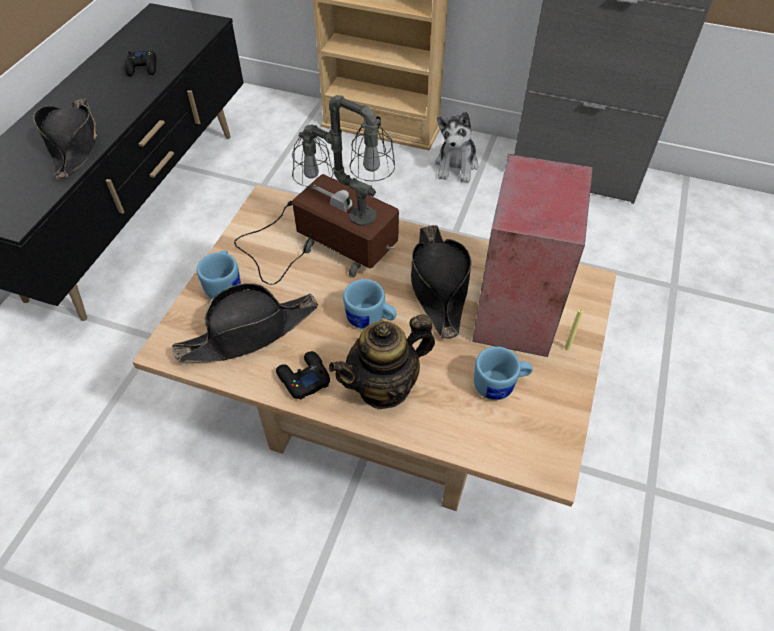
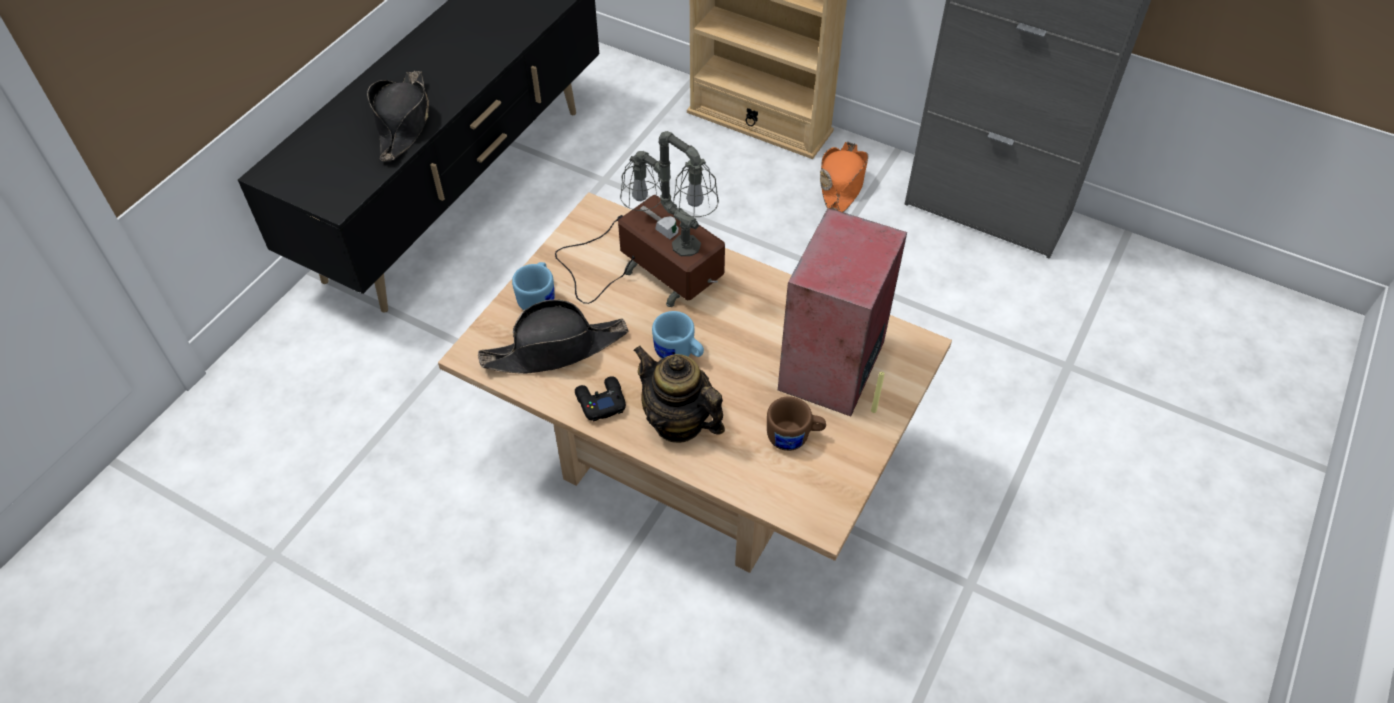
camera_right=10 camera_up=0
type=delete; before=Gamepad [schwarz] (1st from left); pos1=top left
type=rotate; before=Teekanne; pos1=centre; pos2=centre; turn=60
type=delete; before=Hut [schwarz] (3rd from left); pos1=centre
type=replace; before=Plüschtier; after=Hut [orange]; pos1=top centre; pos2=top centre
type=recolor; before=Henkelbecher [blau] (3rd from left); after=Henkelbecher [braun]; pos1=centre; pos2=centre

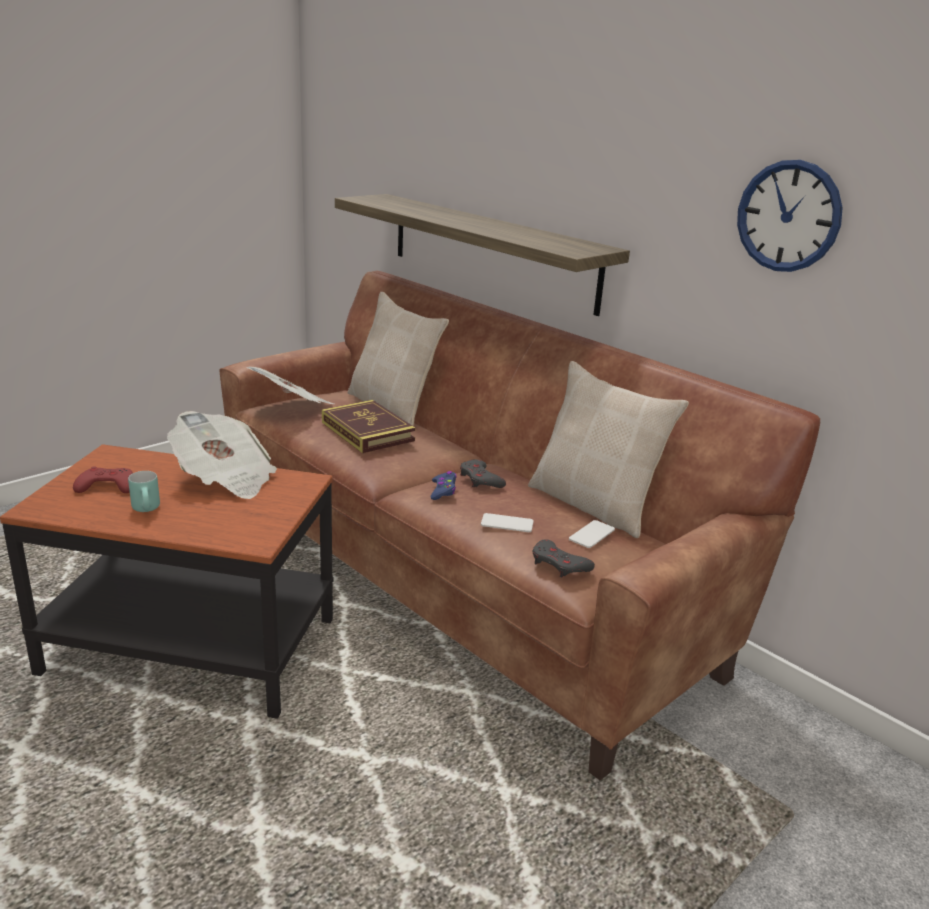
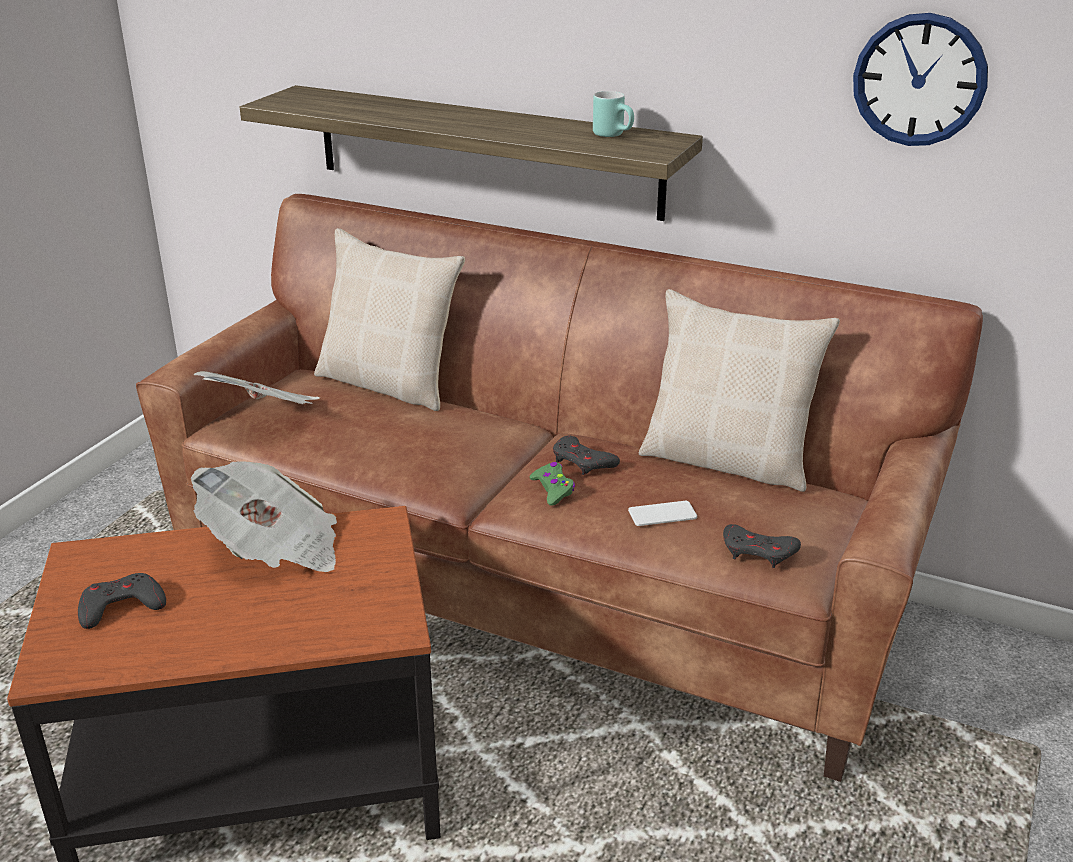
camera_right=-20 camera_up=5
type=recolor; before=Gamepad [rot]; after=Gamepad [grau] (1st from left); pos1=middle left; pos2=bottom left
type=move; before=Henkelbecher [türkis]; pos1=middle left; pos2=top centre
type=delete; before=Buch; pos1=centre
type=recolor; before=Gamepad [blau]; after=Gamepad [grün]; pos1=centre; pos2=centre
type=delete; before=Handy (2nd from left); pos1=centre

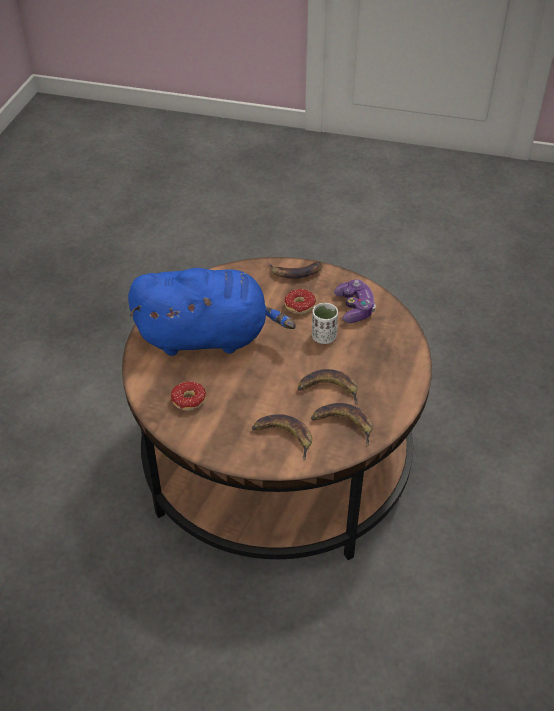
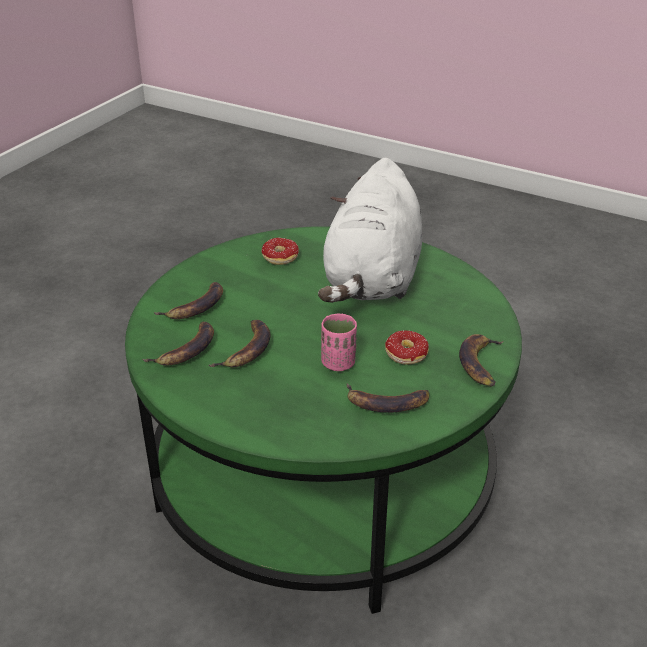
camera_right=105 camera_up=-10
type=recolor; before=Couchtisch [braun]; after=Couchtisch [grün]; pos1=centre; pos2=centre
type=recolor; before=Plüschtier [blau]; after=Plüschtier [weiß]; pos1=centre; pos2=centre
type=recolor; before=Tasse [weiß]; after=Tasse [rosa]; pos1=centre; pos2=centre
type=replace; before=Gamepad; after=Banane (4th from left); pos1=centre; pos2=centre

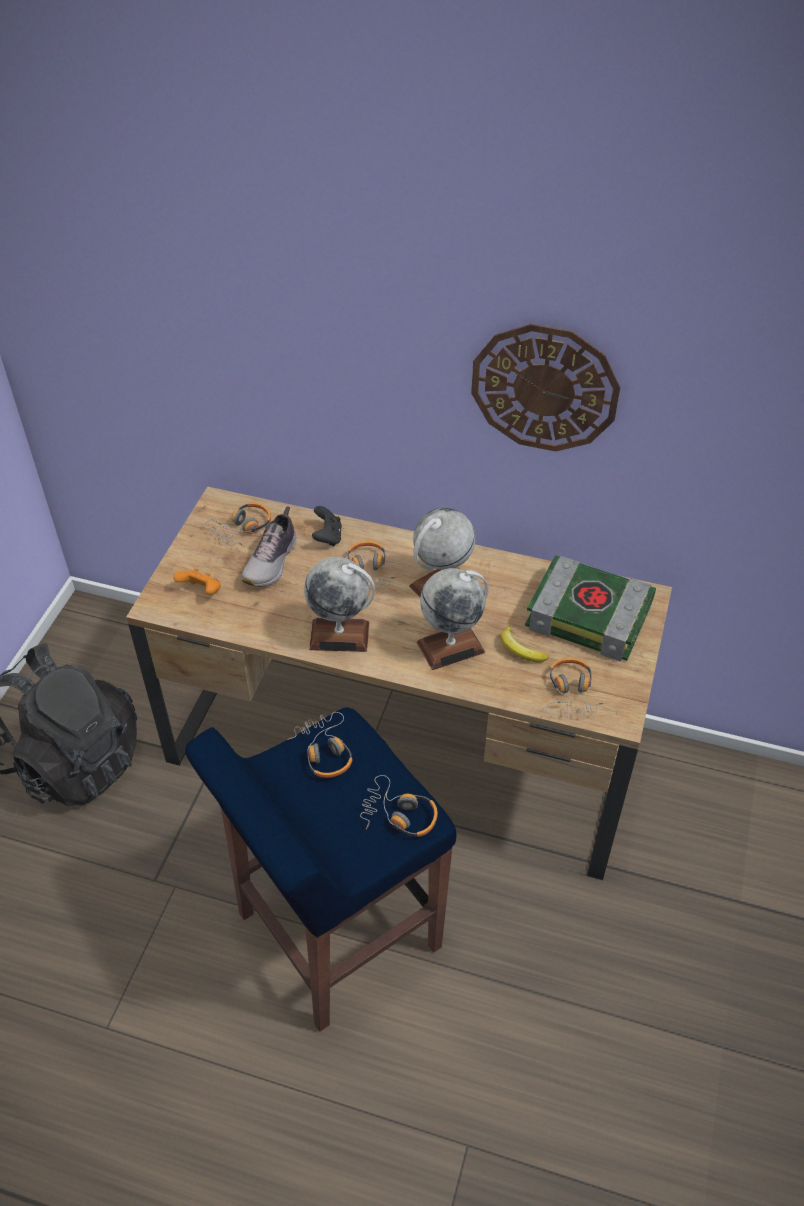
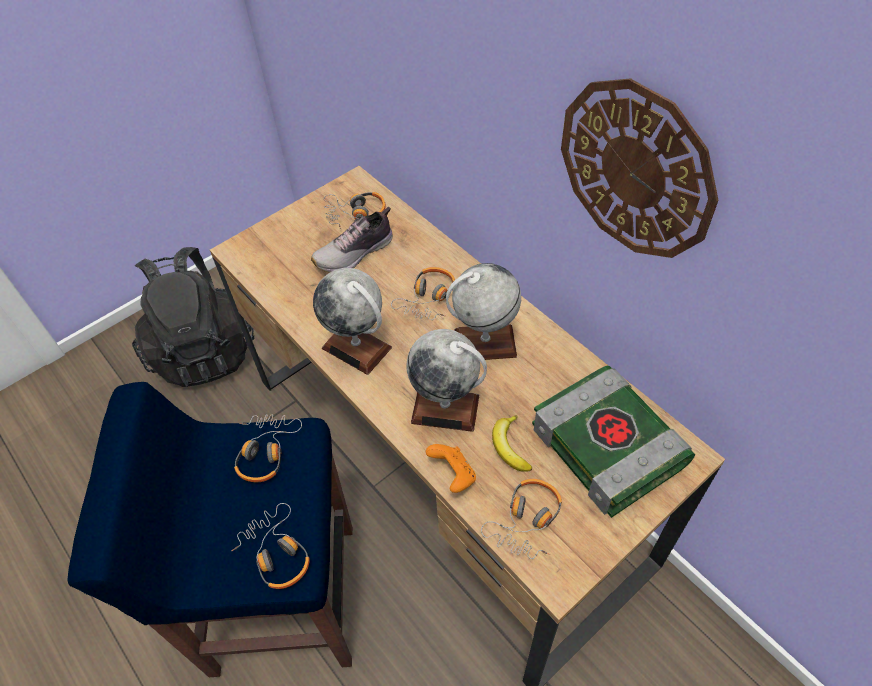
camera_right=35 camera_up=5
type=move; before=Gamepad [orange]; pos1=middle left; pos2=bottom centre
type=delete; before=Gamepad [schwarz]; pos1=centre

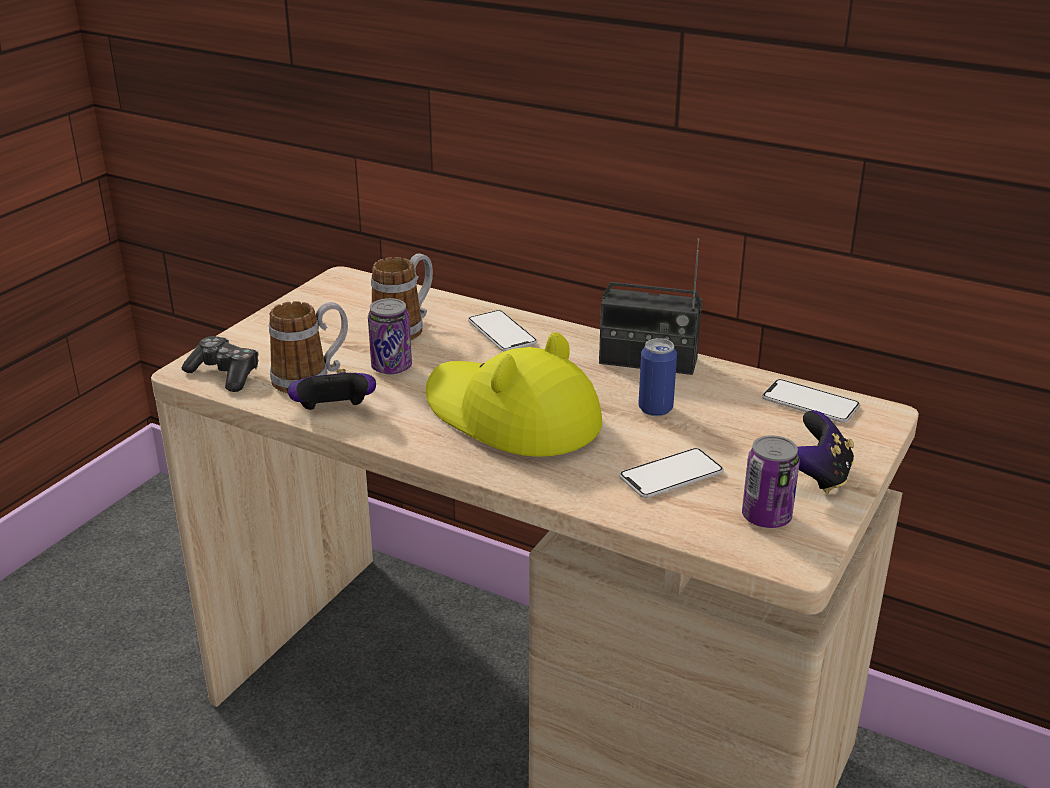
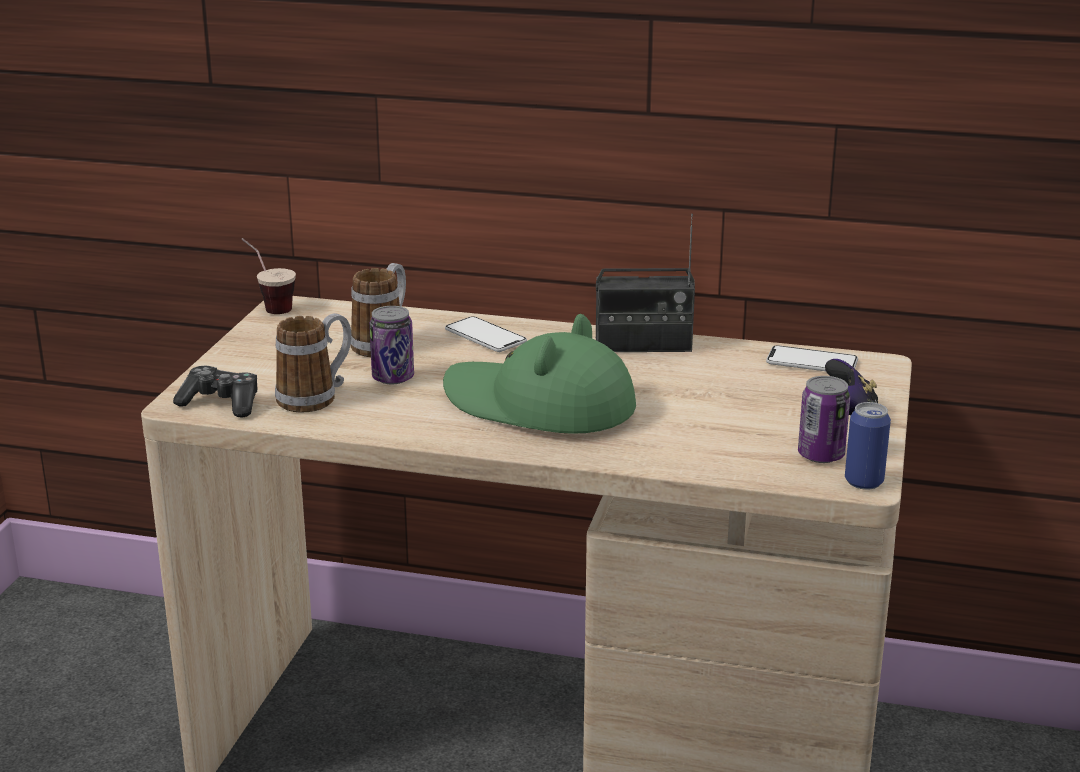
camera_right=-15 camera_up=-5
type=delete; before=Gamepad (2nd from left); pos1=middle left
type=recolor; before=Hut [gelb]; after=Hut [grün]; pos1=centre; pos2=centre
type=delete; before=Handy (2nd from left); pos1=centre
type=move; before=Dose (2nd from left in the first image); after=Dose (3rd from left); pos1=centre; pos2=middle right
type=insert; after=Tasse; pos2=middle left

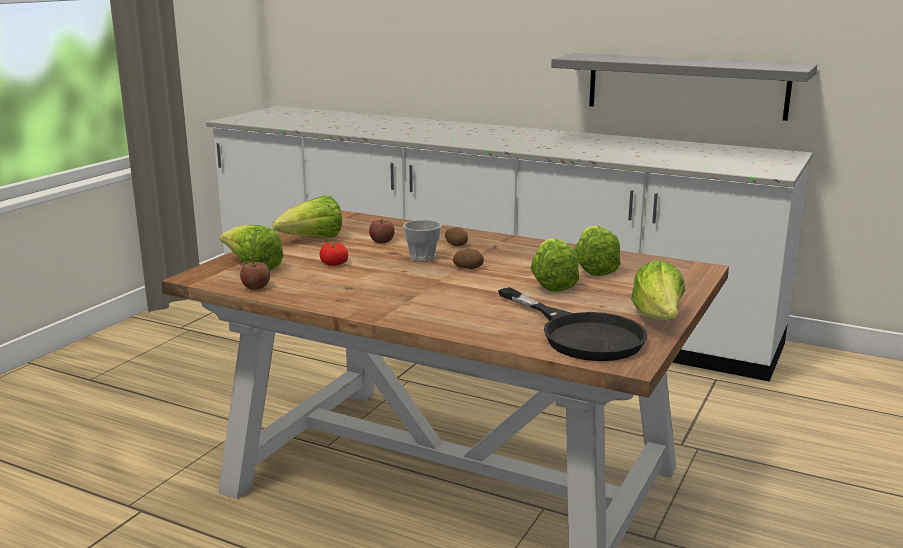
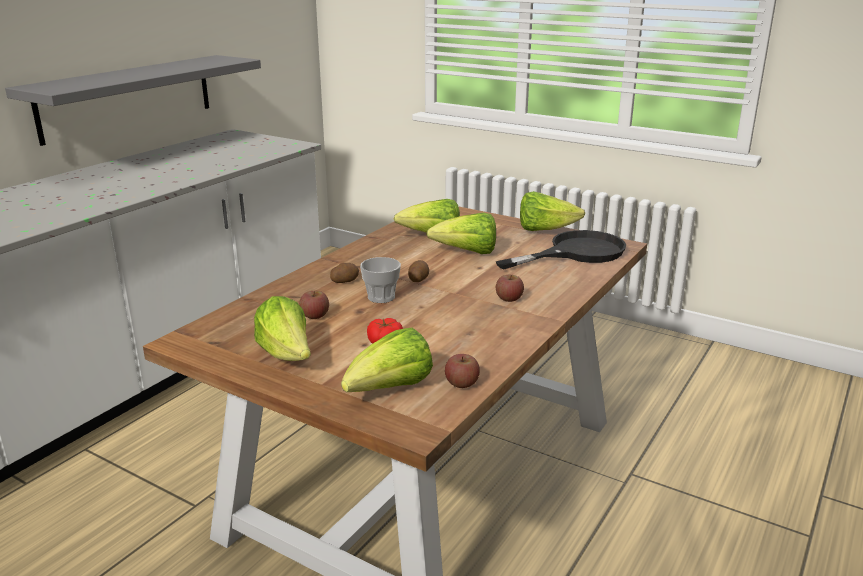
camera_right=-85 camera_up=5
type=insert; after=Apfel (3rd from left); pos2=centre

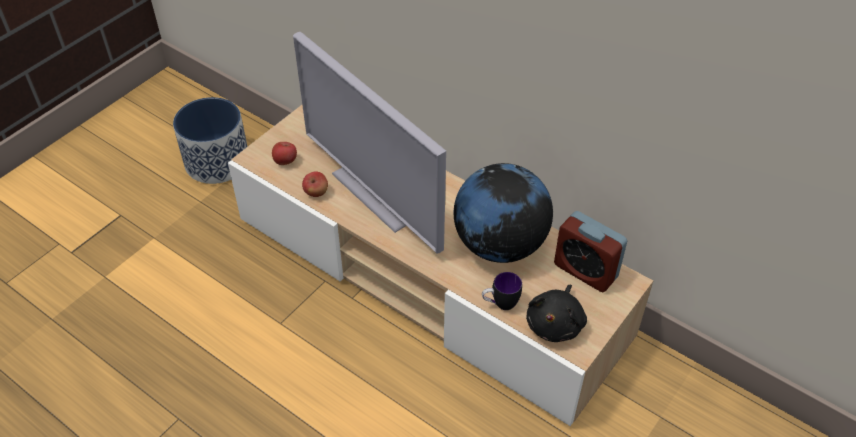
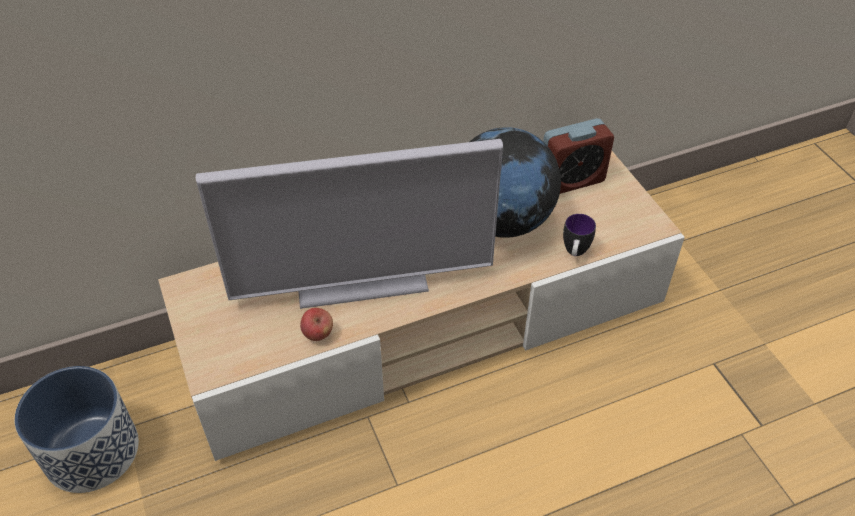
camera_right=-60 camera_up=0
type=delete; before=Apfel (1st from left); pos1=middle left
type=delete; before=Plüschtier [schwarz]; pos1=bottom centre

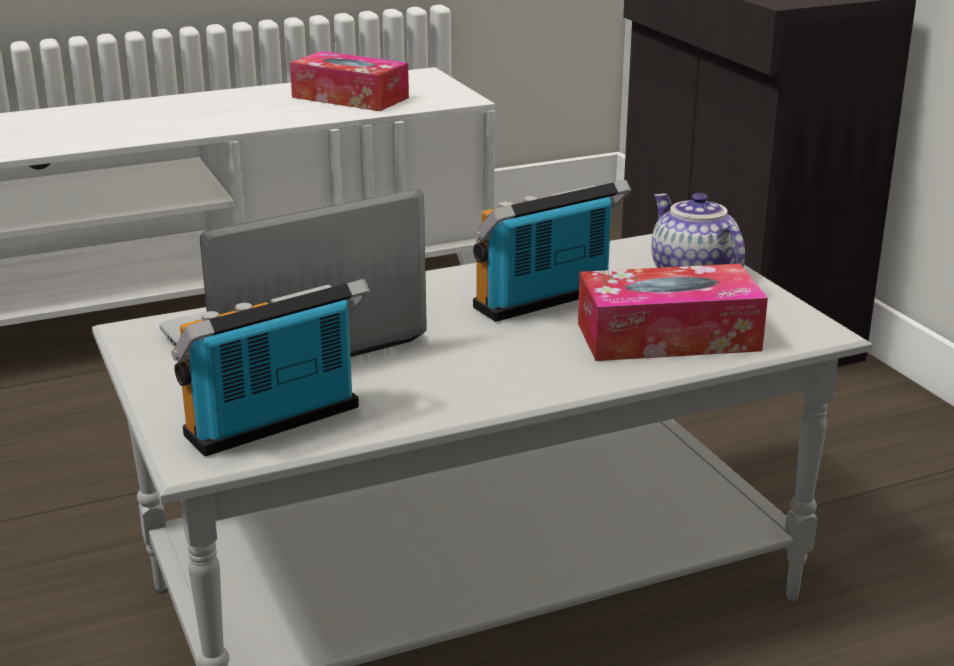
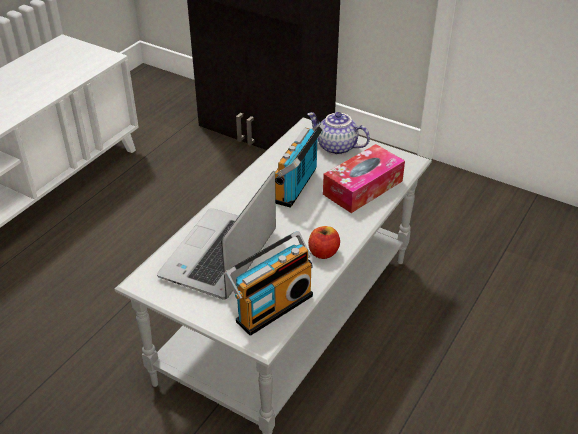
camera_right=-35 camera_up=15
type=rotate; before=Radio (1st from left); pos1=middle left; pos2=centre; turn=-150
type=delete; before=Taschentuchbox (1st from left); pos1=top centre
type=insert; after=Apfel; pos2=centre

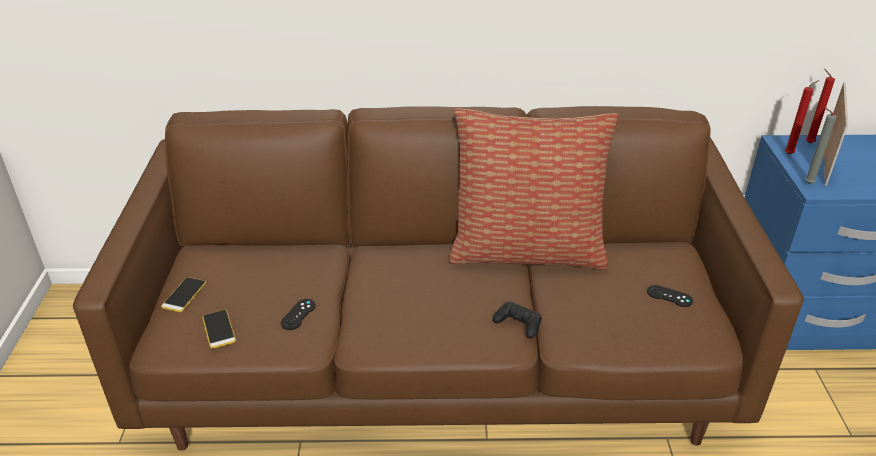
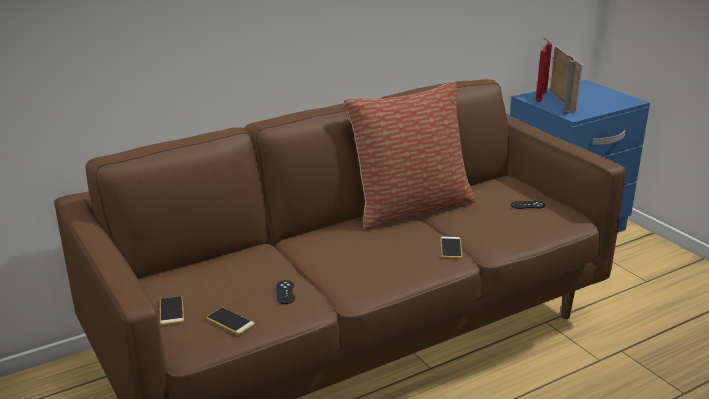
camera_right=-30 camera_up=-10
type=replace; before=Gamepad [schwarz] (2nd from left); after=Handy (3rd from left); pos1=bottom centre; pos2=centre

